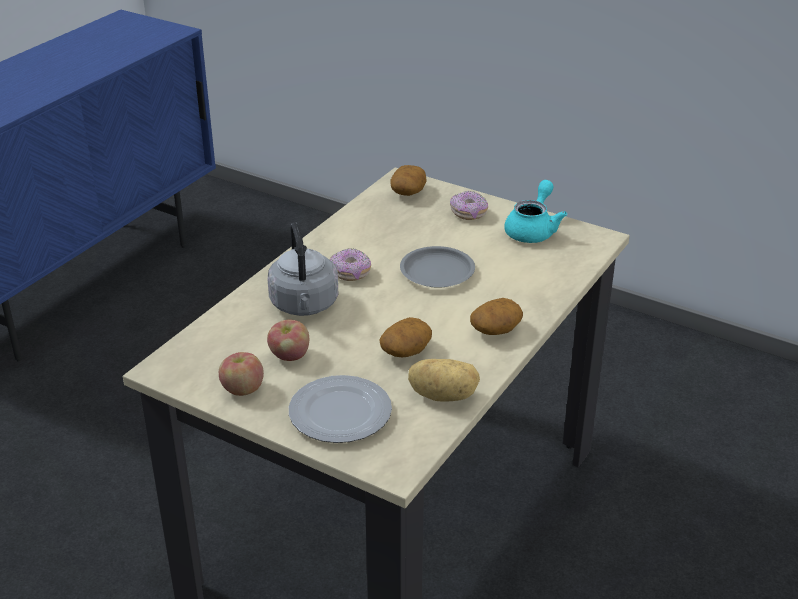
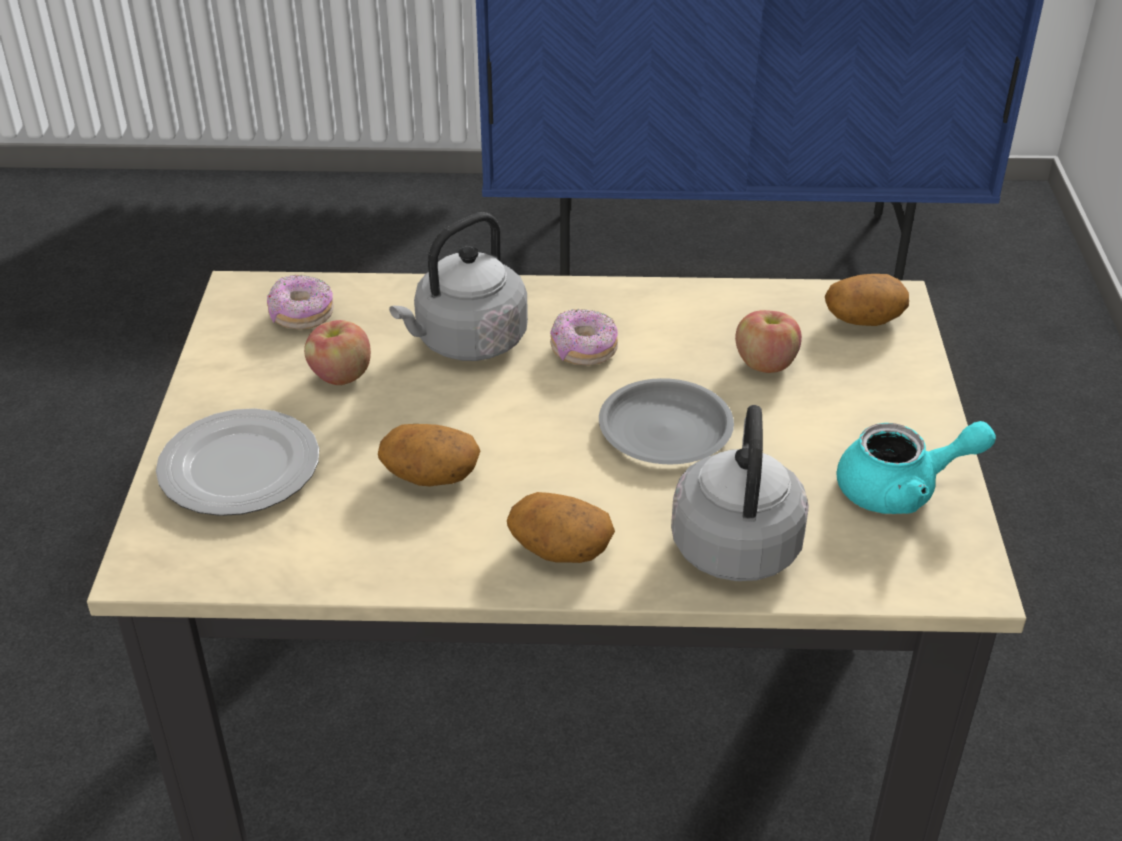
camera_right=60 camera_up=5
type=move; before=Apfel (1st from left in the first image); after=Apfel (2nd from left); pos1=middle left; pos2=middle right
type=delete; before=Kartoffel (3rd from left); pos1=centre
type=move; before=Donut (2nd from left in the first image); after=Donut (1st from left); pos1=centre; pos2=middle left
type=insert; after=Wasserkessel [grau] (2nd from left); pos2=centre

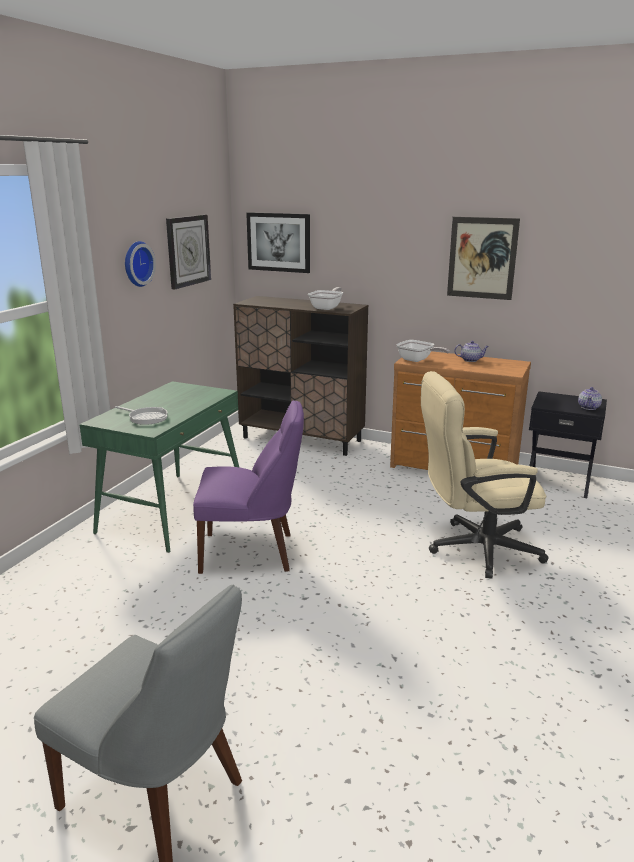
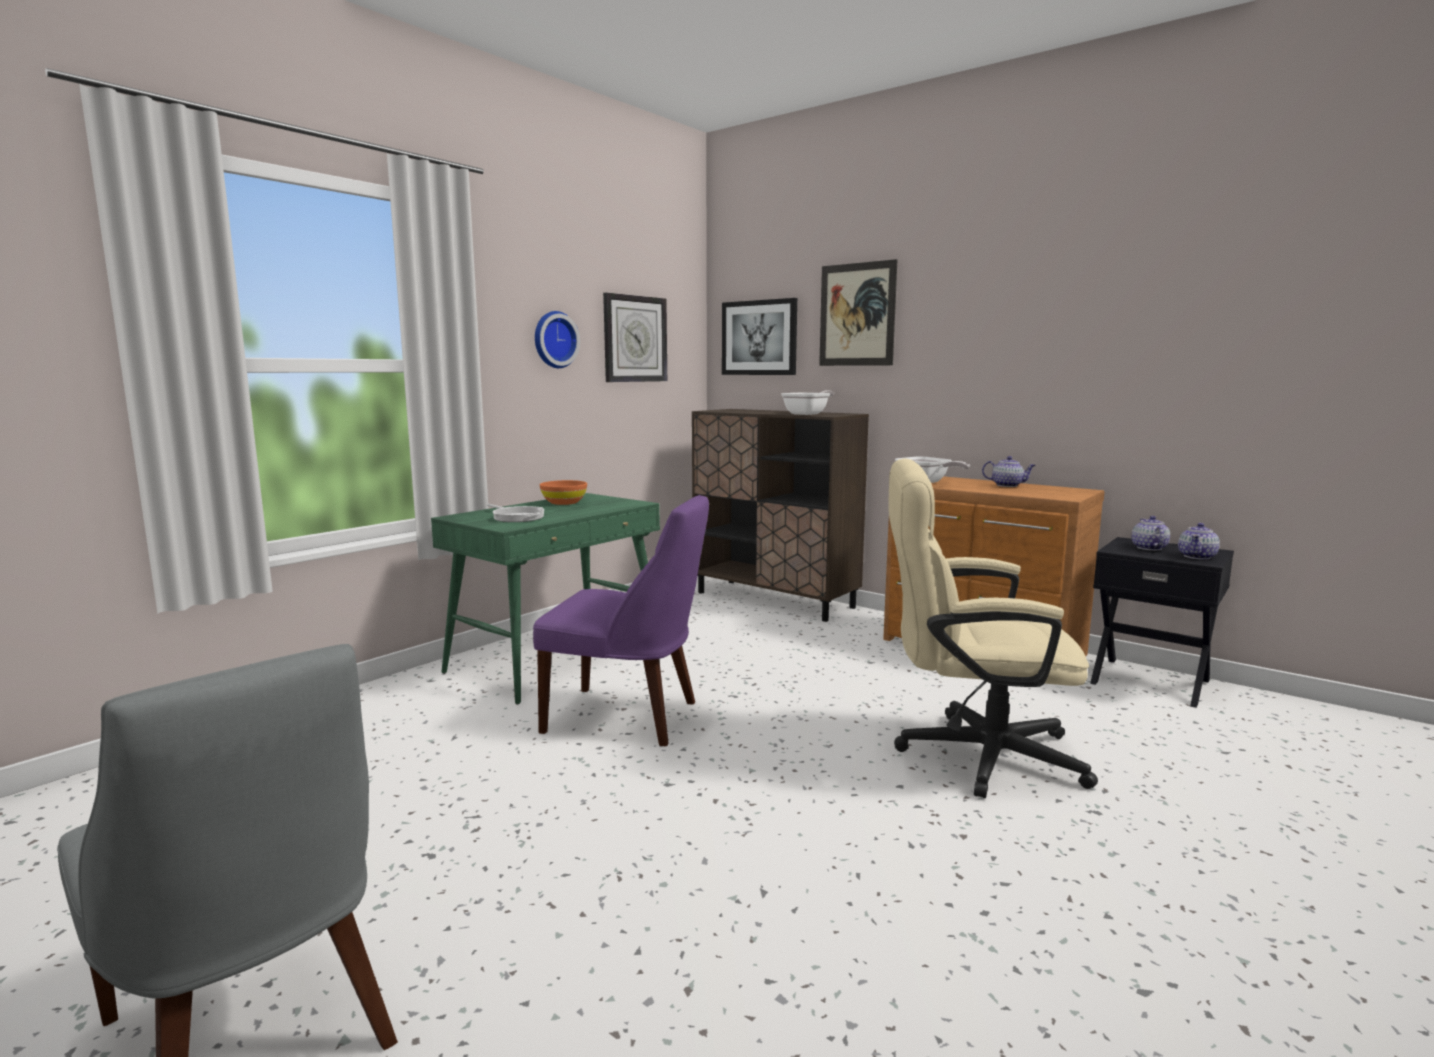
camera_right=15 camera_up=-10
type=move; before=Bild (2nd from left); pos1=top right; pos2=top centre
type=insert; after=Schüssel [orange]; pos2=centre
type=insert; after=Teekanne (2nd from left); pos2=middle right

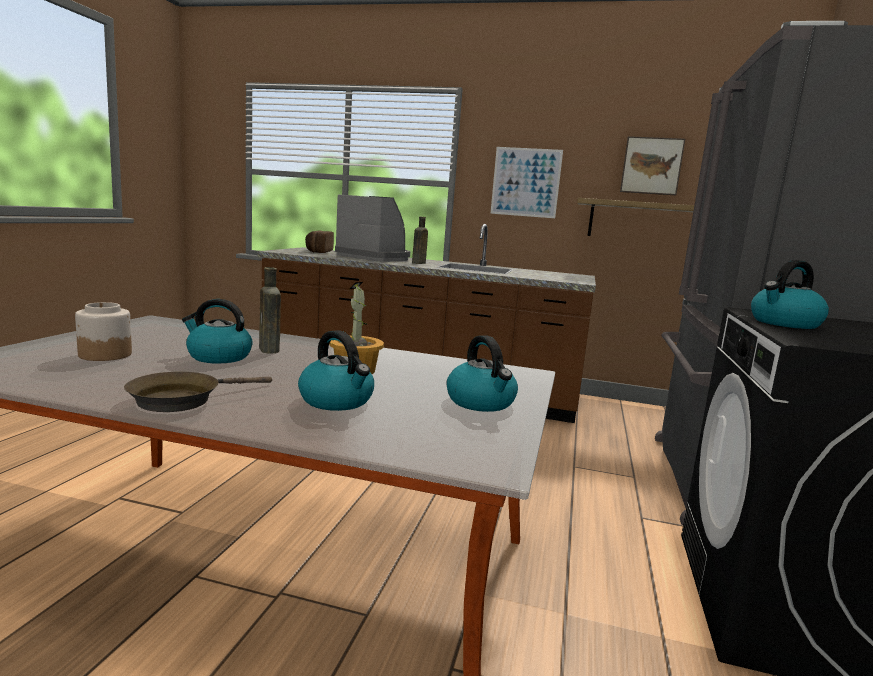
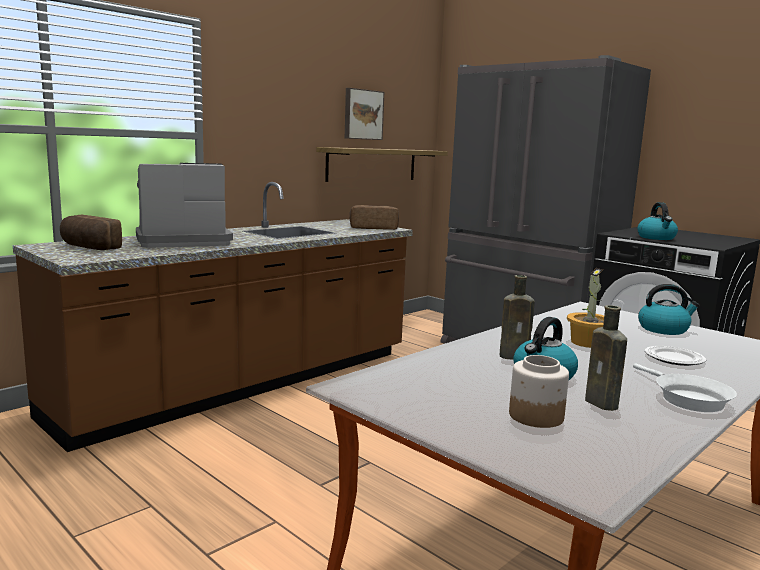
camera_right=-60 camera_up=0
type=recolor; before=Pfanne [braun]; after=Pfanne [weiß]; pos1=middle left; pos2=bottom right
type=replace; before=Wasserkessel (2nd from left); after=Teller; pos1=centre; pos2=middle right
type=move; before=Flasche [braun] (2nd from left); pos1=centre; pos2=middle right
type=delete; before=Bild (1st from left); pos1=top centre
type=insert; after=Brot (2nd from left); pos2=centre

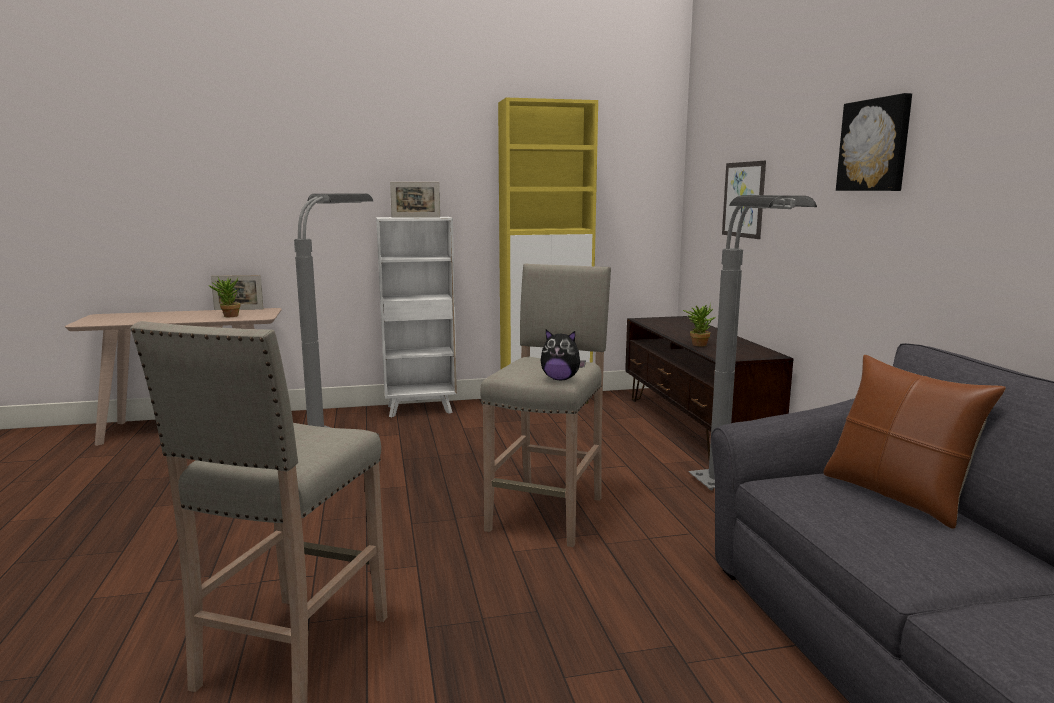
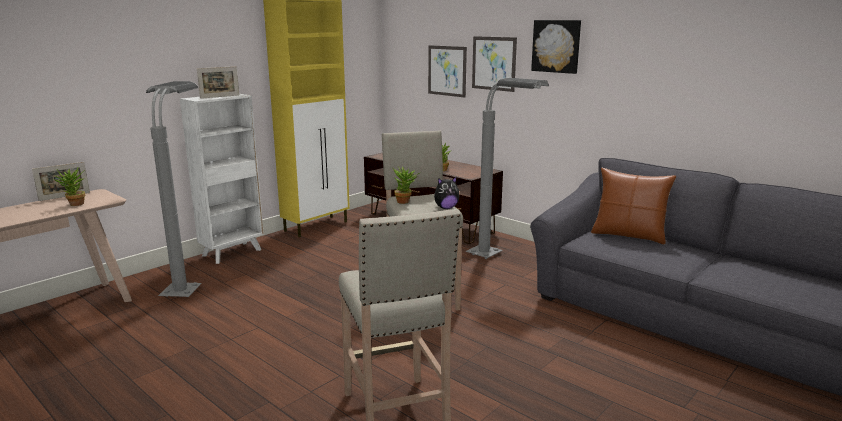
camera_right=-35 camera_up=5
type=insert; after=Topfpflanze (2nd from left); pos2=centre
type=insert; after=Bild (2nd from left); pos2=top centre

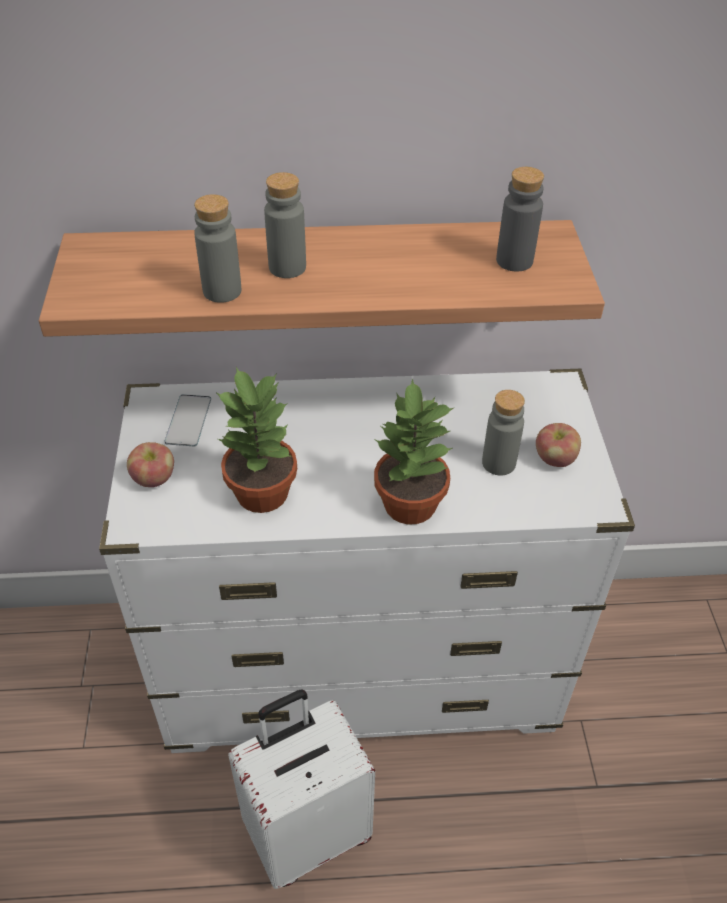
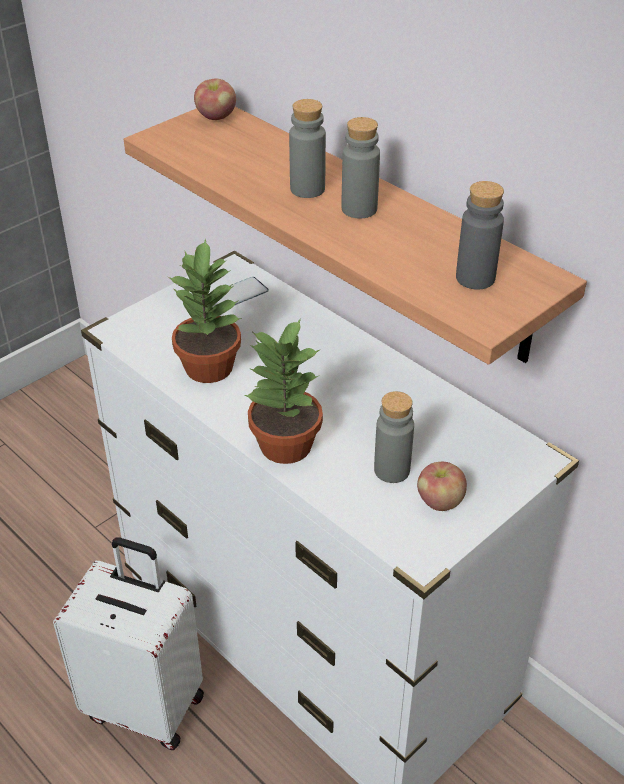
camera_right=50 camera_up=-5
type=move; before=Apfel (1st from left); pos1=middle left; pos2=top centre
type=move; before=Flasche [grau] (1st from left in the first image); after=Flasche [grau] (2nd from left); pos1=top left; pos2=top centre

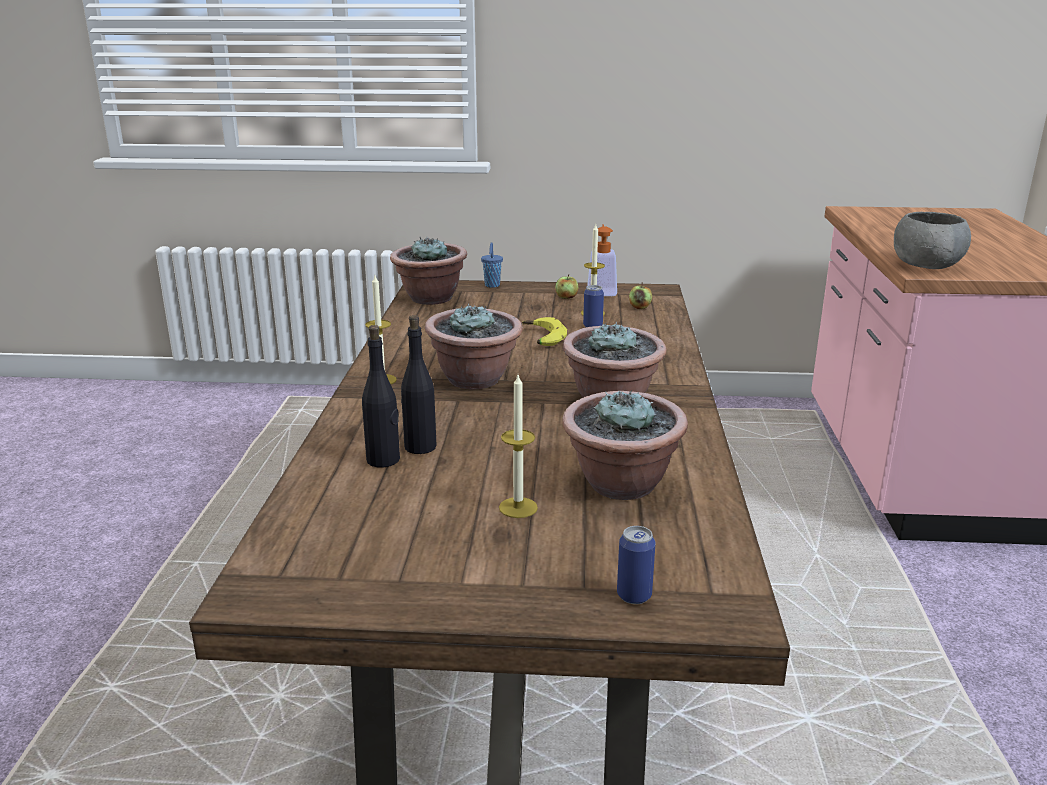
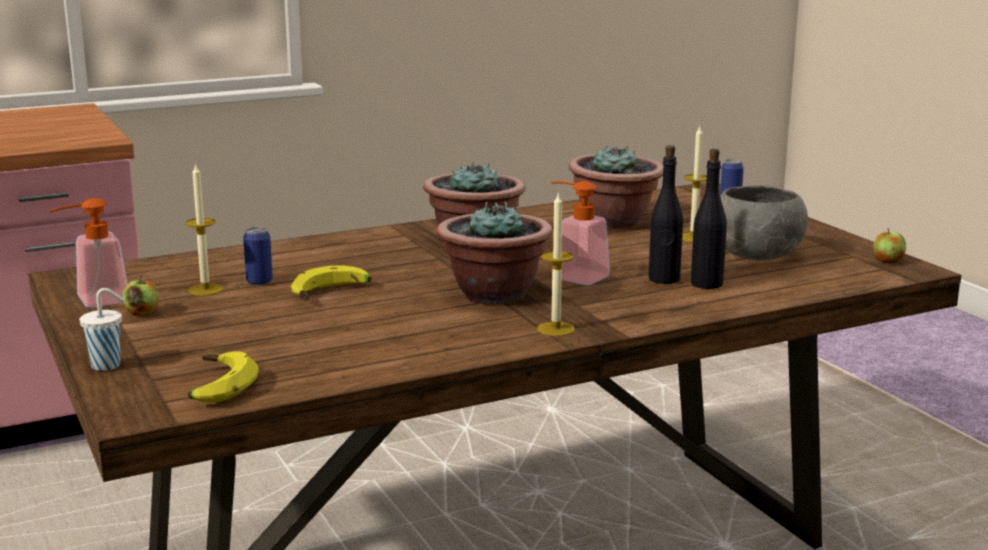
camera_right=-120 camera_up=-5
type=replace; before=Topfpflanze (1st from left); after=Banane (1st from left); pos1=centre; pos2=bottom left
type=recolor; before=Tasse [blau]; after=Tasse [weiß]; pos1=centre; pos2=middle left
type=move; before=Apfel (2nd from left); pos1=centre; pos2=middle right
type=move; before=Schüssel [grau]; pos1=top right; pos2=middle right
type=insert; after=Seifenspender (2nd from left); pos2=centre

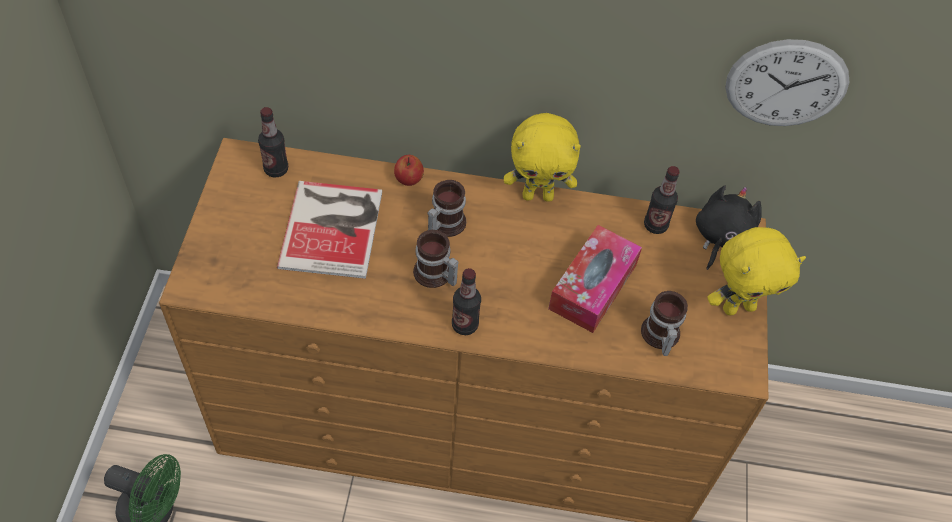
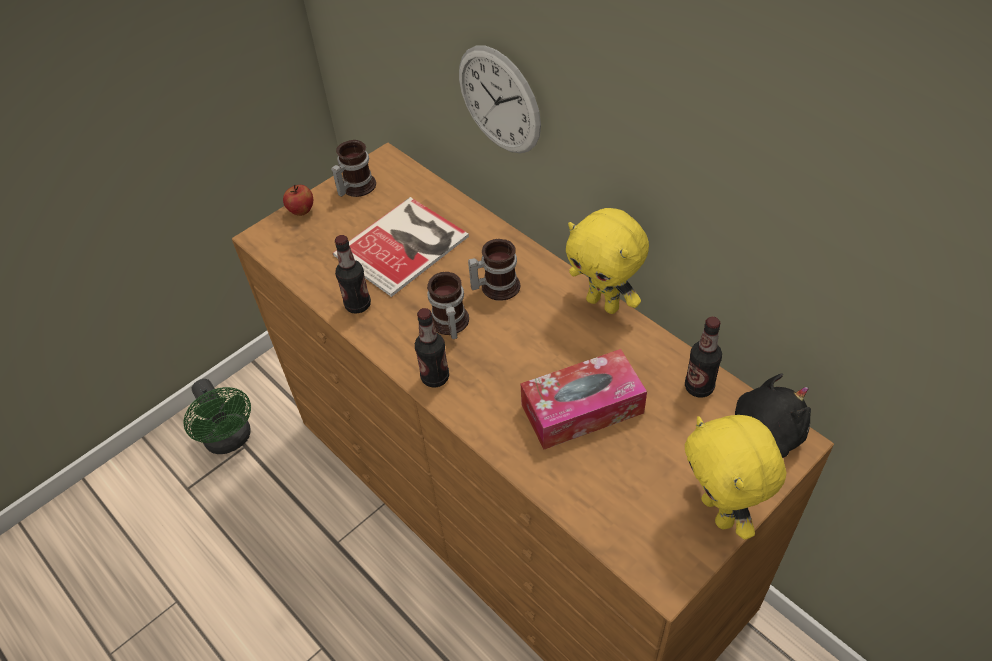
camera_right=45 camera_up=-5
type=move; before=Flasche (1st from left); pos1=top left; pos2=centre
type=move; before=Apfel; pos1=top centre; pos2=top left
type=move; before=Henkelbecher (3rd from left in the first image); after=Henkelbecher (1st from left); pos1=middle right; pos2=top centre
type=rotate; before=Plüschtier [gelb] (2nd from left); pos1=middle right; pos2=bottom right; turn=45
type=move; before=Wanduhr; pos1=top right; pos2=top centre

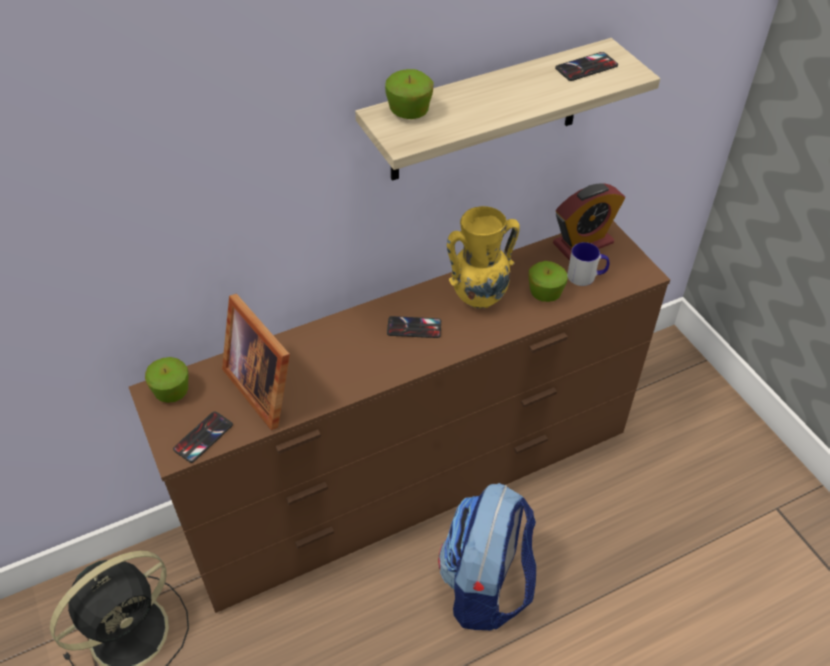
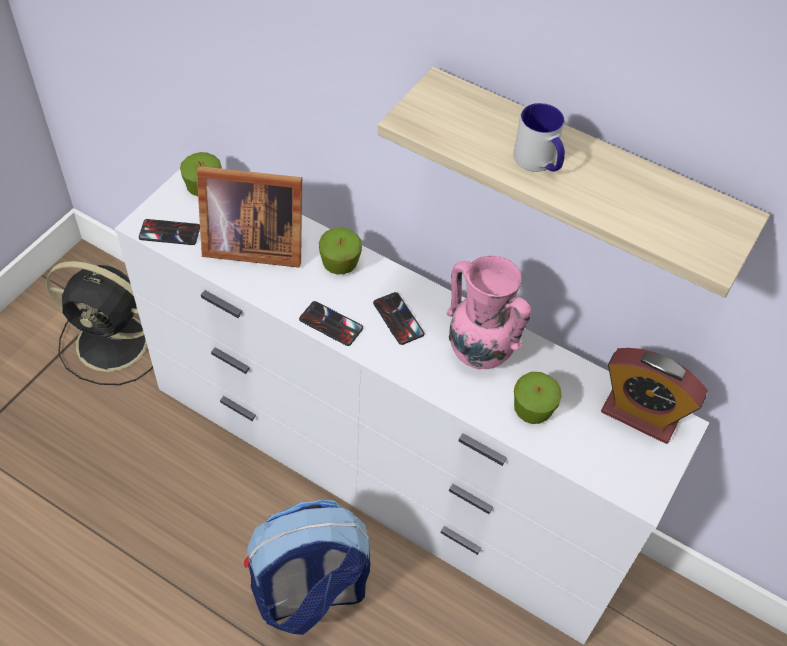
camera_right=55 camera_up=5
type=recolor; before=Kommode [braun]; after=Kommode [weiß]; pos1=centre; pos2=centre
type=rotate; before=Bilderrahmen; pos1=middle left; pos2=middle left; turn=-105
type=move; before=Apfel (2nd from left); pos1=top centre; pos2=centre
type=recolor; before=Vase [gelb]; after=Vase [rosa]; pos1=centre; pos2=centre
type=move; before=Handy (3rd from left in the first image); after=Handy (2nd from left); pos1=top right; pos2=centre
type=move; before=Henkelbecher; pos1=middle right; pos2=top right

